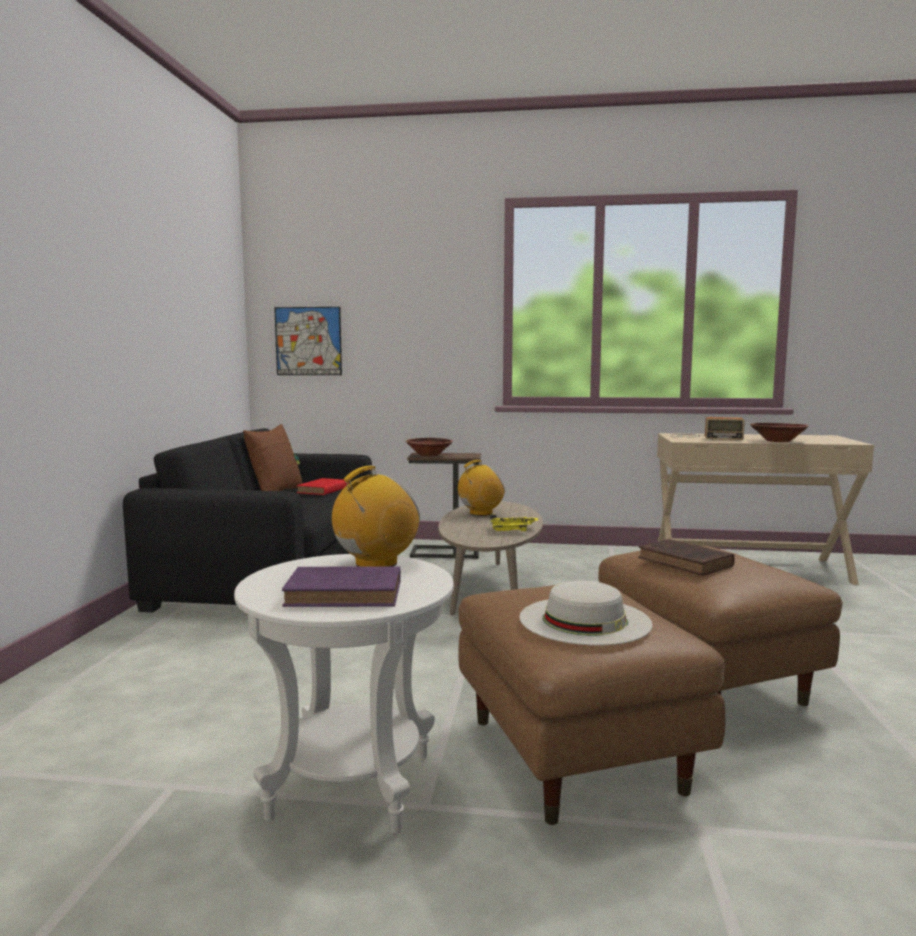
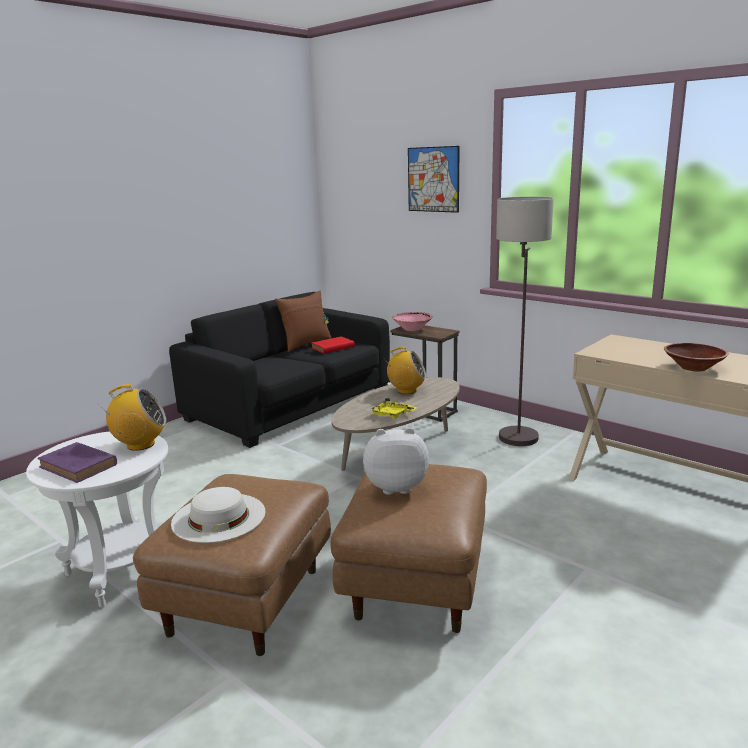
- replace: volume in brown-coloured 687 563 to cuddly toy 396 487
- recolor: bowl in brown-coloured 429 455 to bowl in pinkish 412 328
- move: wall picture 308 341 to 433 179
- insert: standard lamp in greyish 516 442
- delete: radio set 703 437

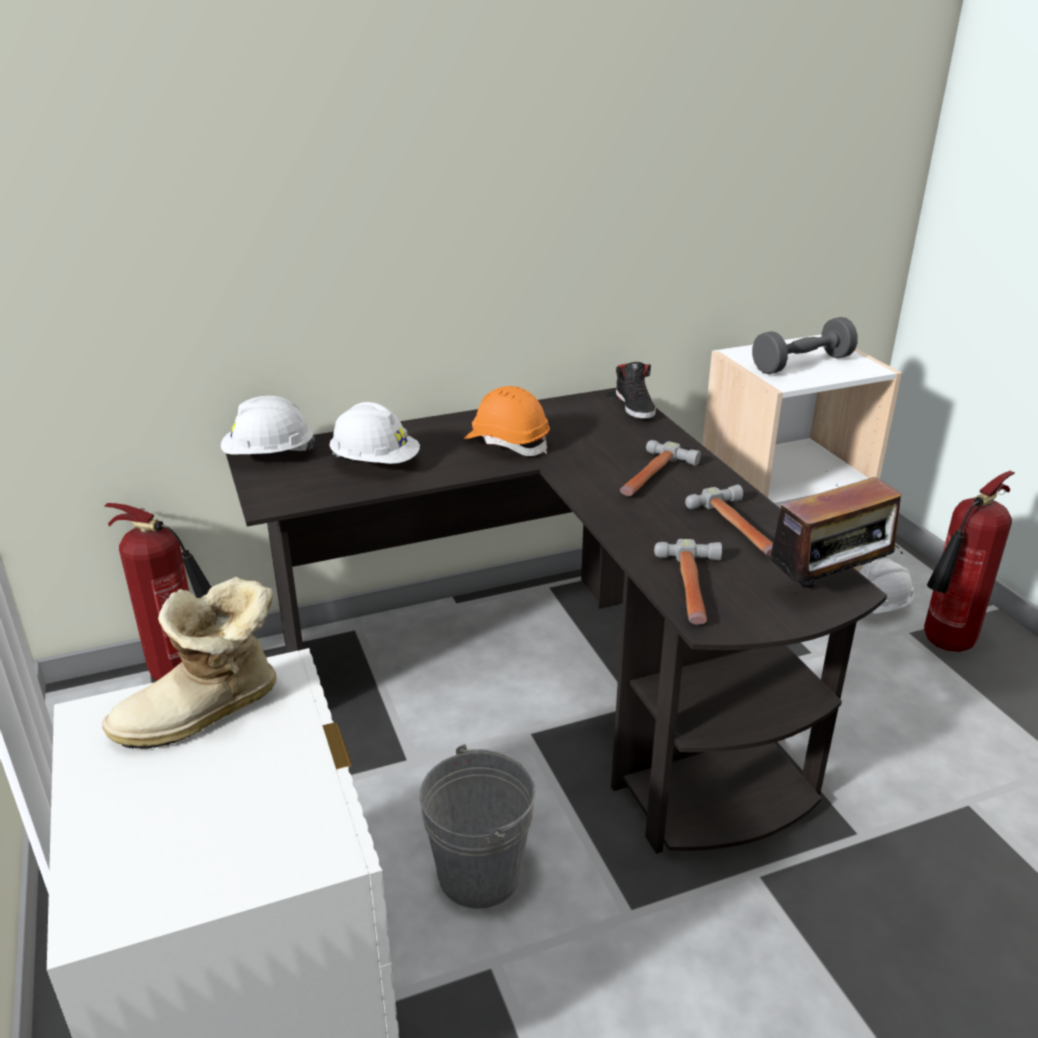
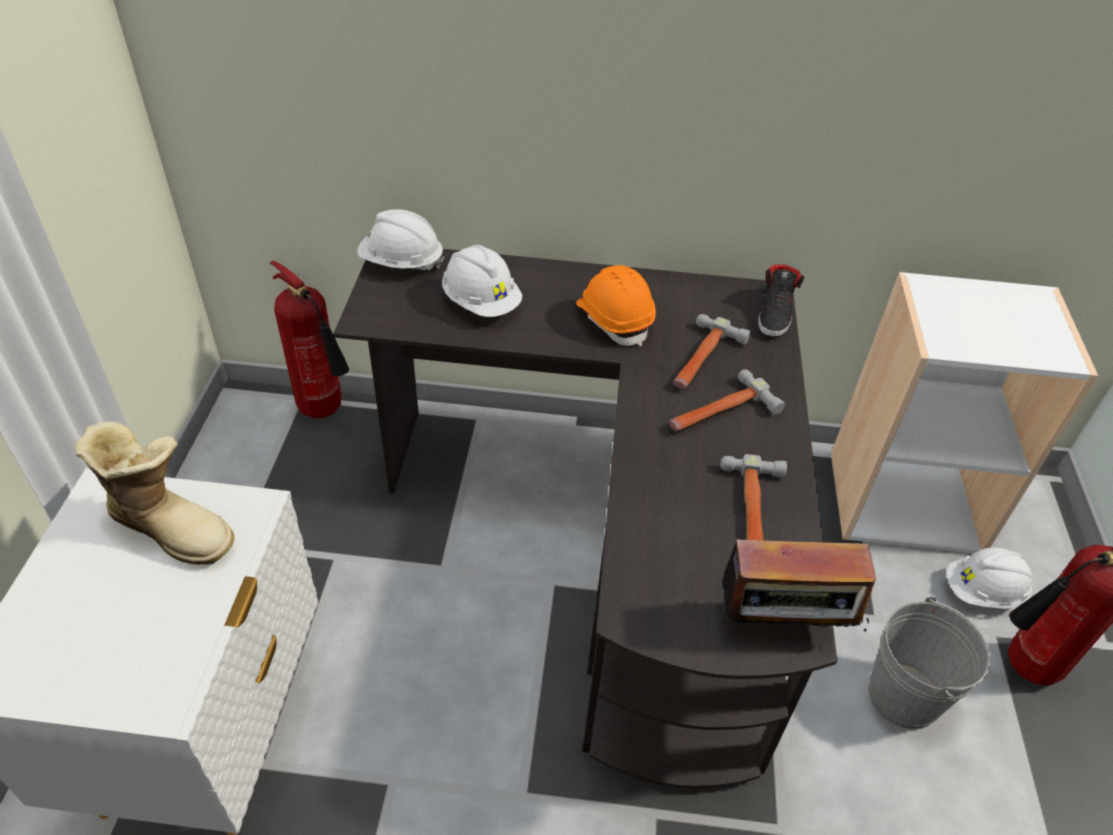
- rotate: boot 204 714 = 172 526 150 degrees counterclockwise
- move: hand hammer 692 589 to 702 359
- move: water bucket in greyish 479 874 to 904 696
- delete: dumbbell in greyish 802 364

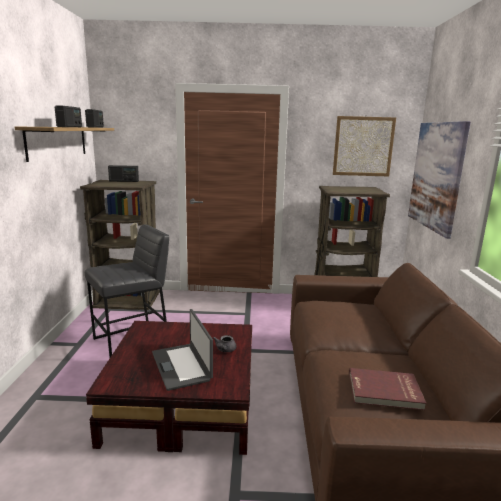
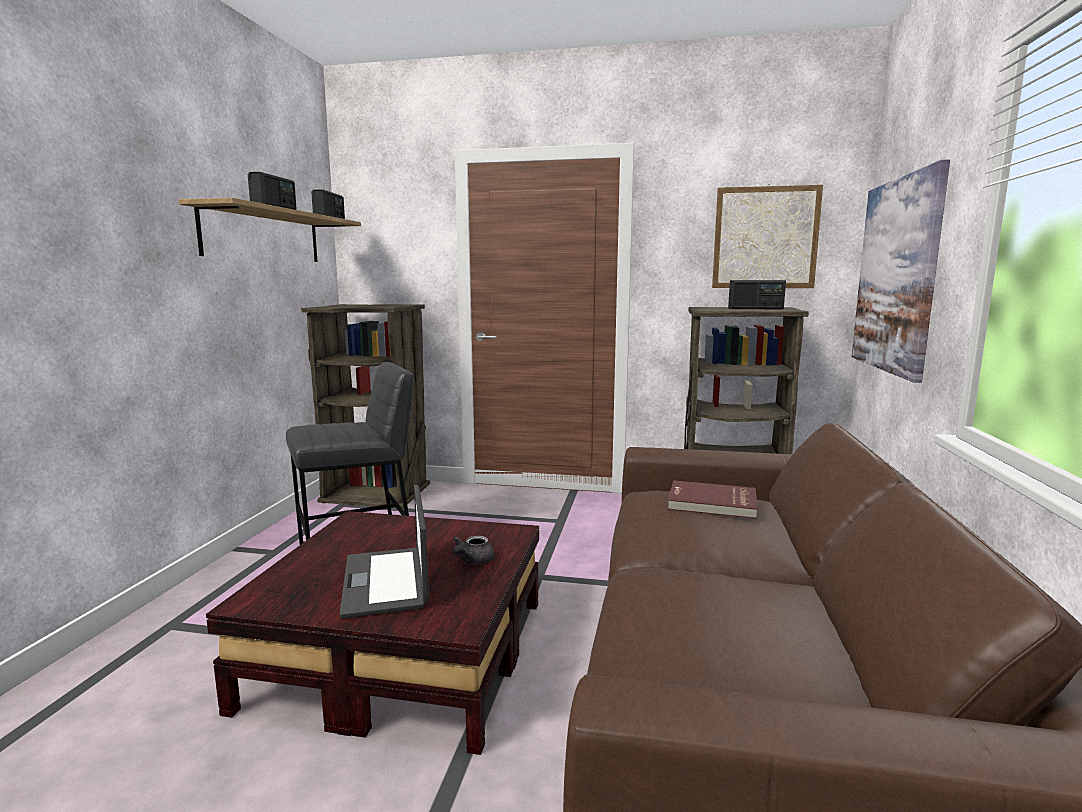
- move: volume in reddish 384 391 to 712 503
- move: radio set 124 181 to 755 309

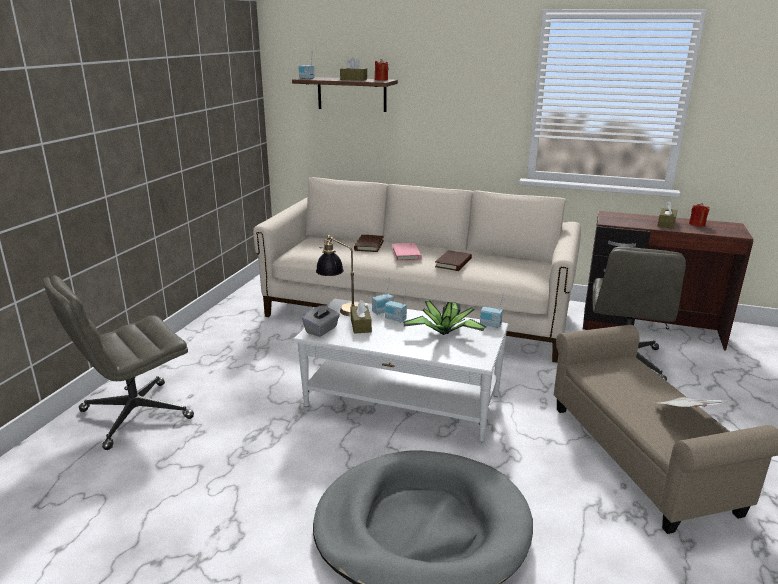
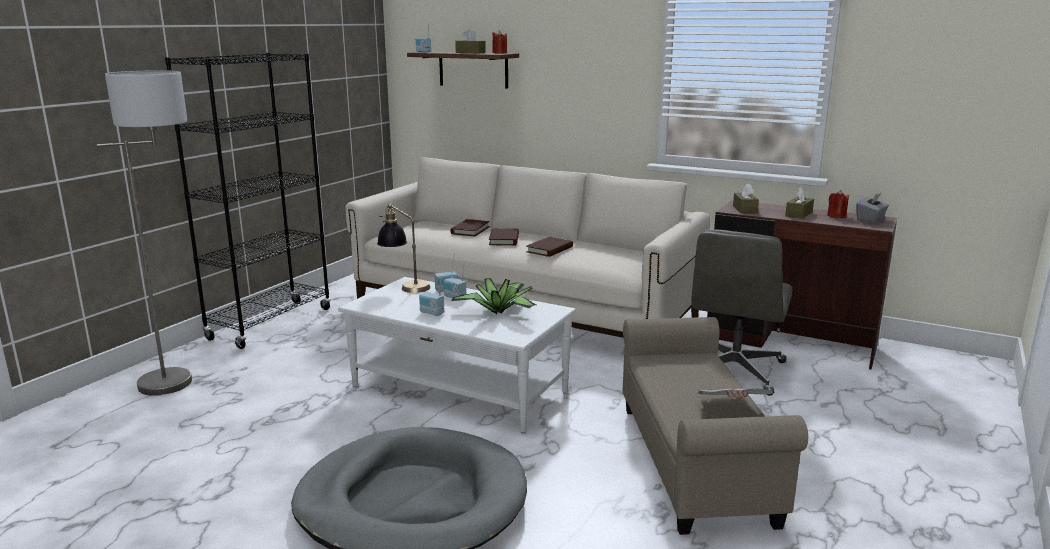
- replace: office chair in greyish 135 415 to standard lamp in greyish 181 380
- insert: bookshelf in black 270 324
- move: radio set 490 325 to 431 313
- recolor: volume in pinkish 406 254 to volume in brown-coloured 504 239
- move: box of tissues in brown-coloured 360 325 to 745 209
- move: box of tissues in greyish 322 330 to 870 219

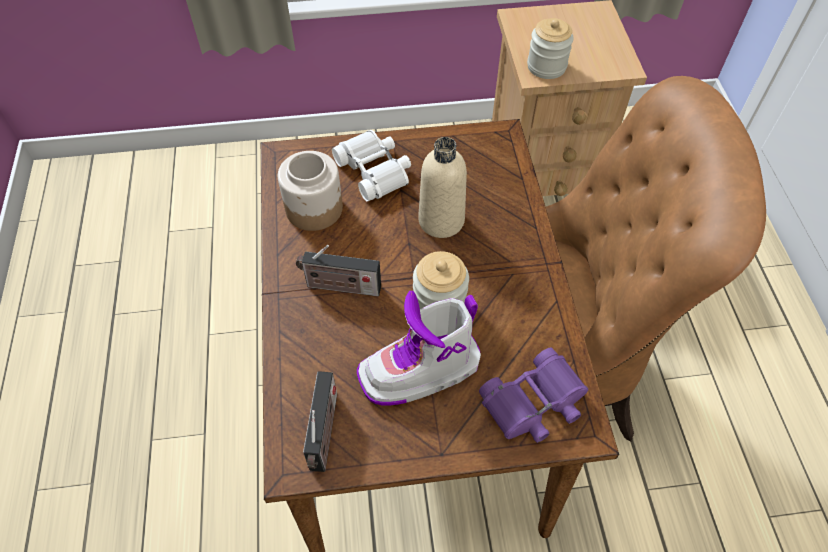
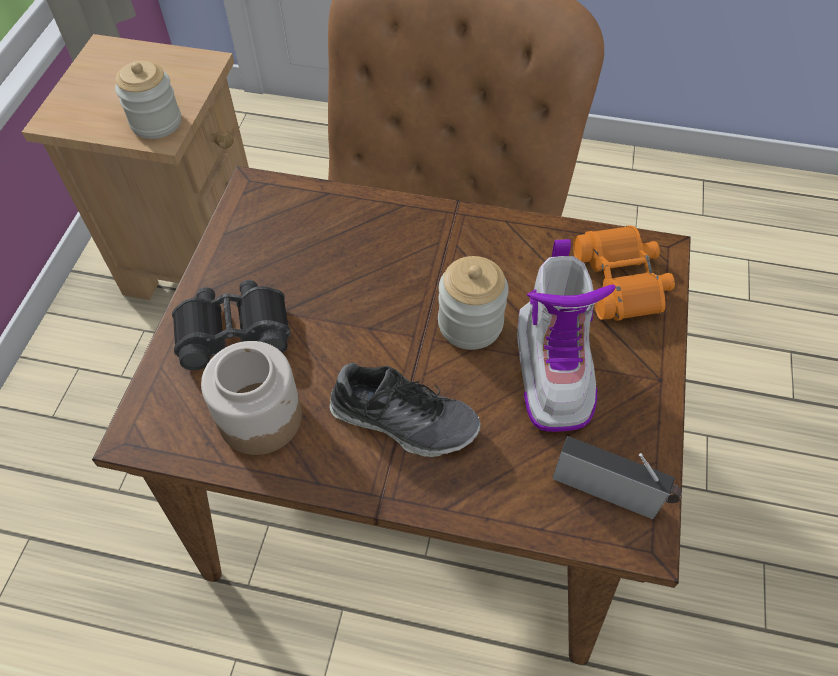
- recolor: field glasses in white 374 171 to field glasses in black 233 330
- replace: radio set 340 287 to item of footwear 404 420
- recolor: field glasses in purplish 534 403 to field glasses in orange 621 280
- delete: bottle in beige 441 220

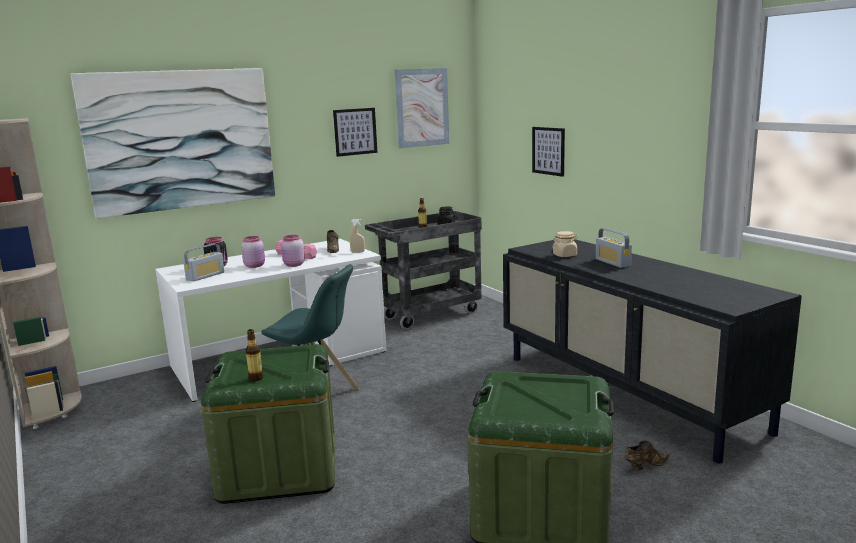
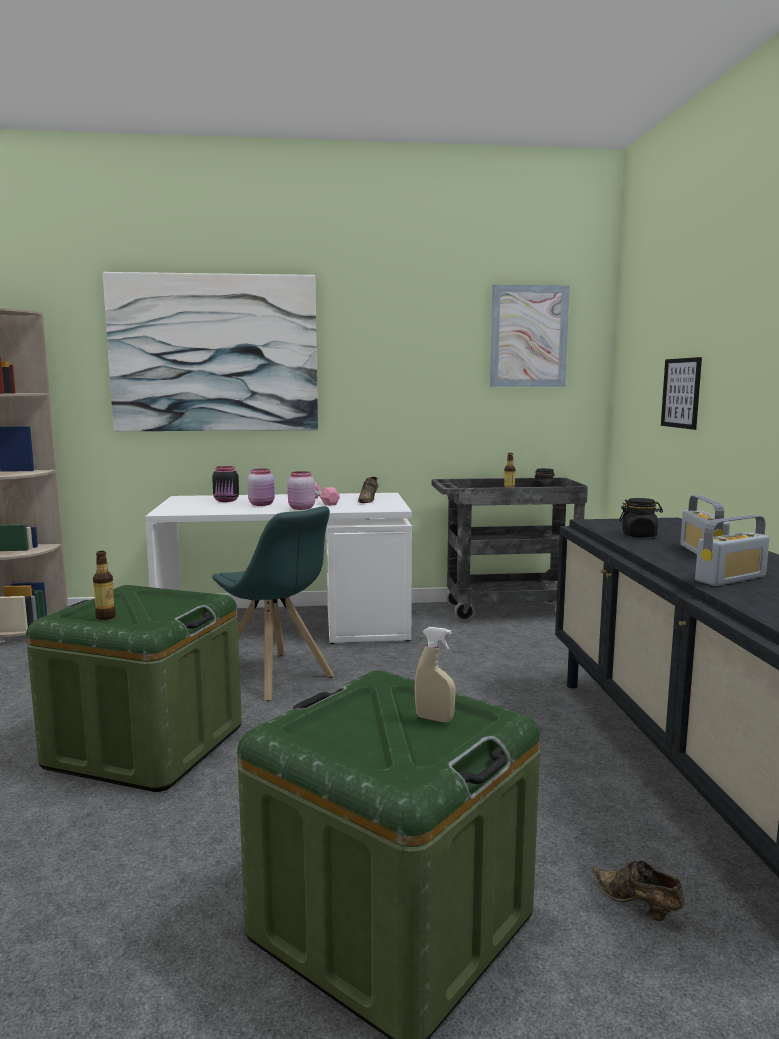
- move: hand sprayer in beige 358 252 to 434 719
- rotate: item of footwear in brown-coloured 645 465 = 637 905 135 degrees counterclockwise
- recolor: storage jar in beige 565 255 to storage jar in black 639 535
- move: radio set 205 276 to 730 578
- delete: wall picture 355 131

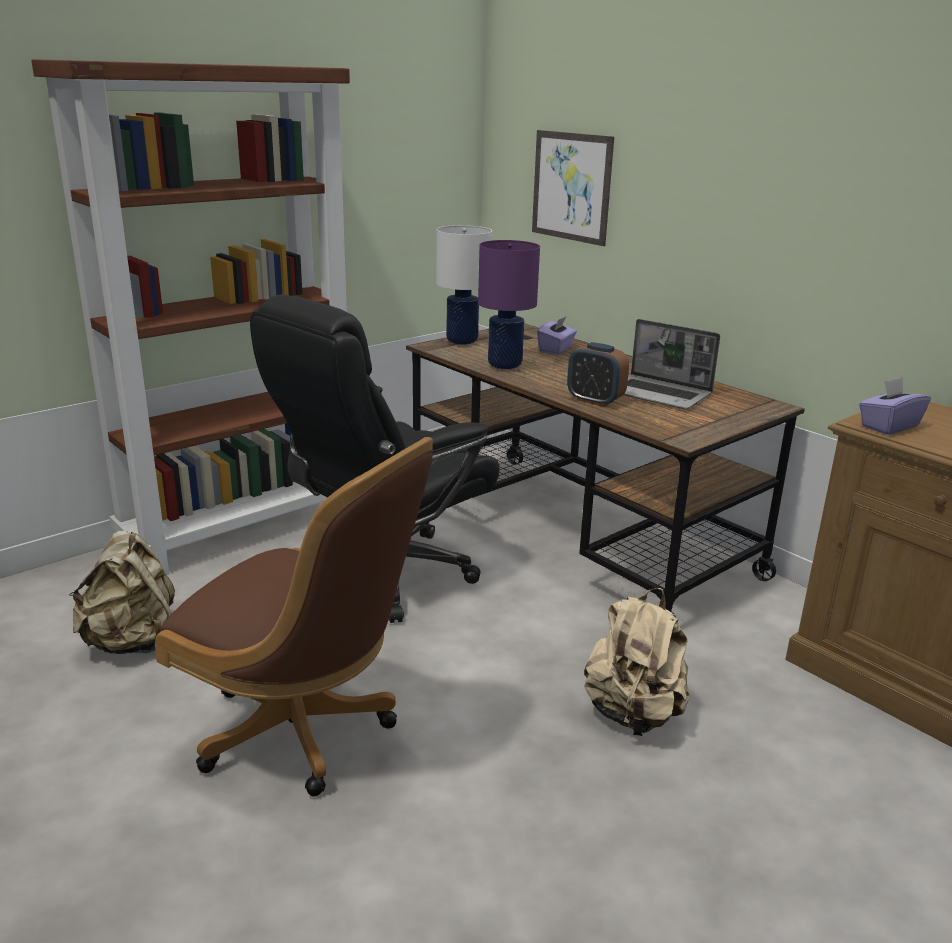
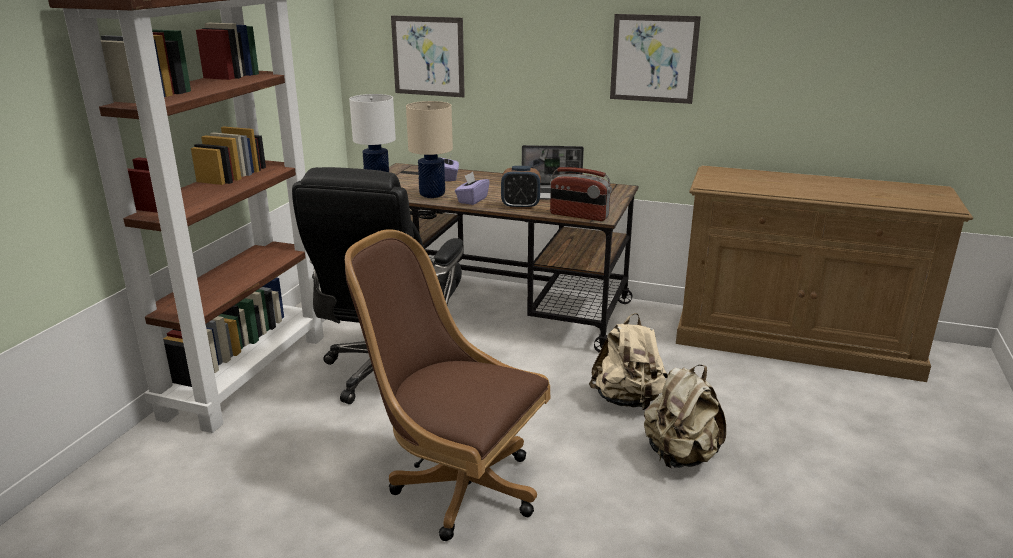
- rotate: office chair in brown-coloured 310 736 = 454 485 150 degrees counterclockwise
- recolor: tabletop lamp in purplish 505 366 to tabletop lamp in beige 432 196
- move: box of tissues in purplish 888 426 to 472 200
- insert: radio set 579 216
- insert: wall picture 653 58
- move: backpack in beige 133 643 to 680 456

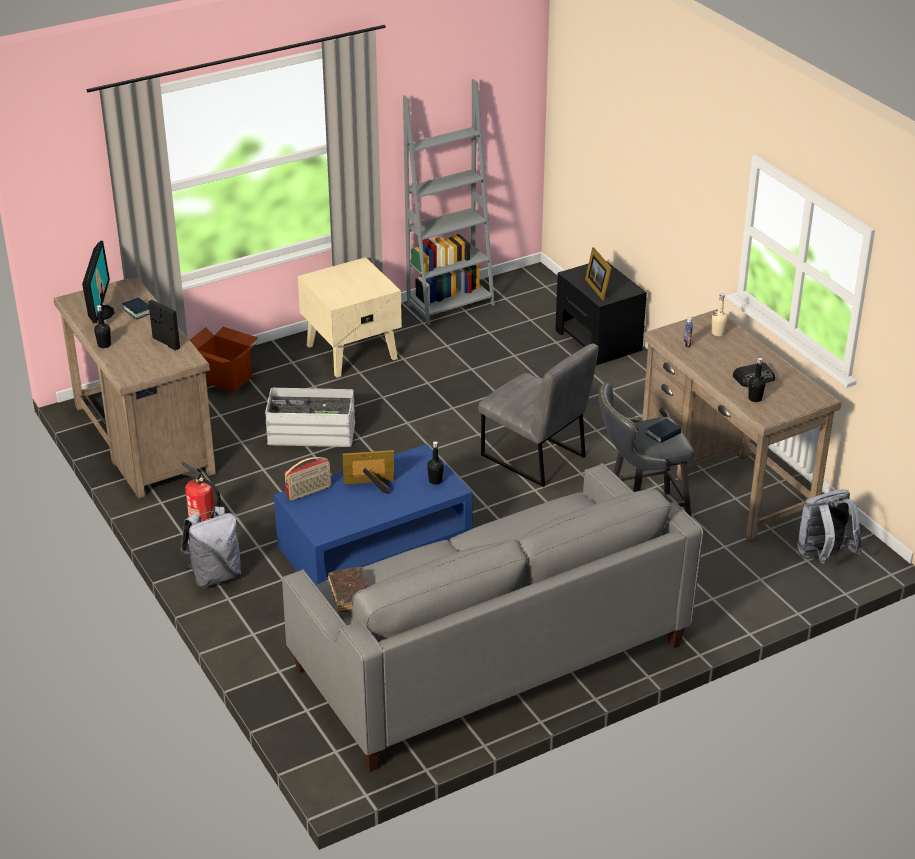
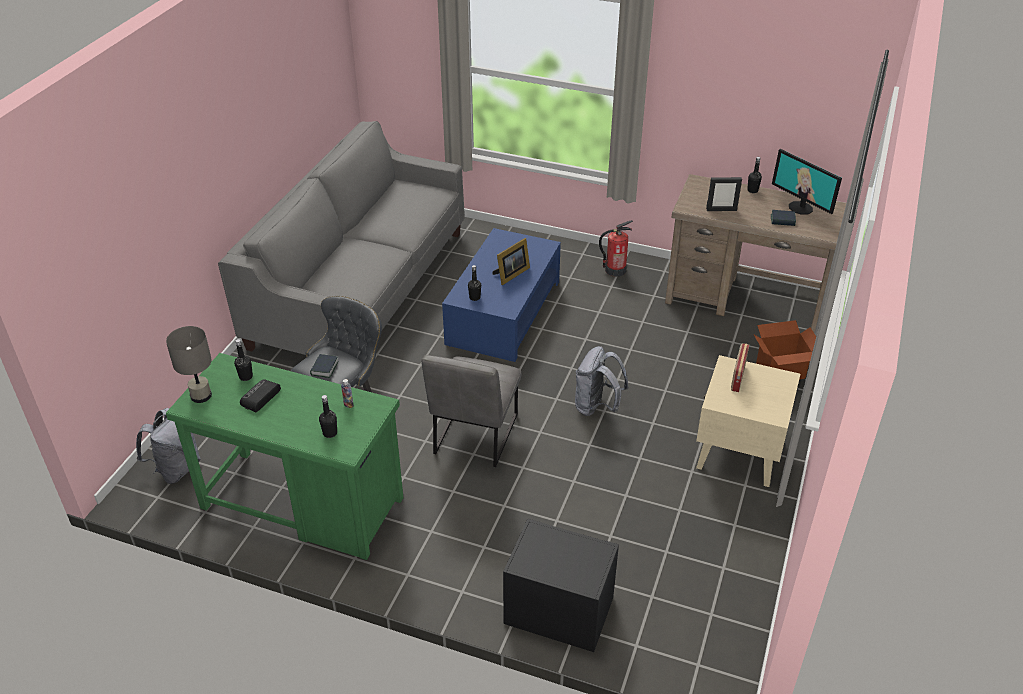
- insert: tabletop lamp in greyish 201 395
- recolor: desk unit in brown-coloured 727 478 to desk unit in green 301 504
- recolor: bottle in beige 718 333 to bottle in black 330 433
- rotate: upright chair in greyish 535 457 = 474 435 75 degrees counterclockwise
- move: backpack in greyish 215 575 to 597 407
- move: radio set 309 492 to 737 378
- delete: storage bin in greyish 311 433
- delete: volume in brown-coloured 350 594
- delete: bookshelf in greyish 450 304
- delete: photo frame 599 288

